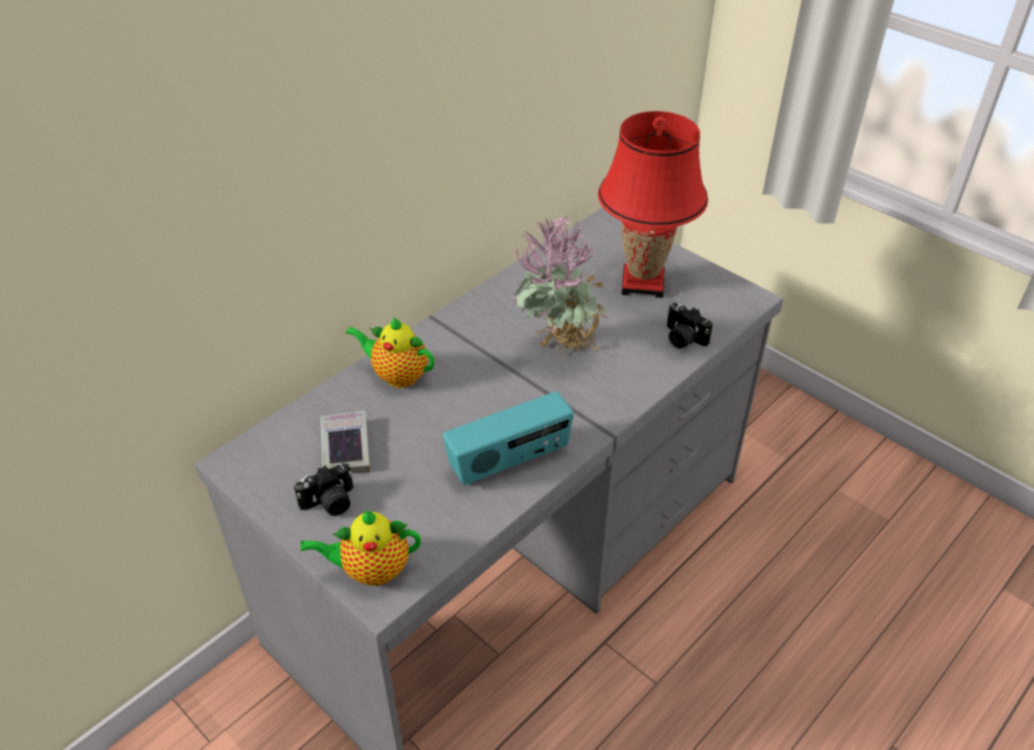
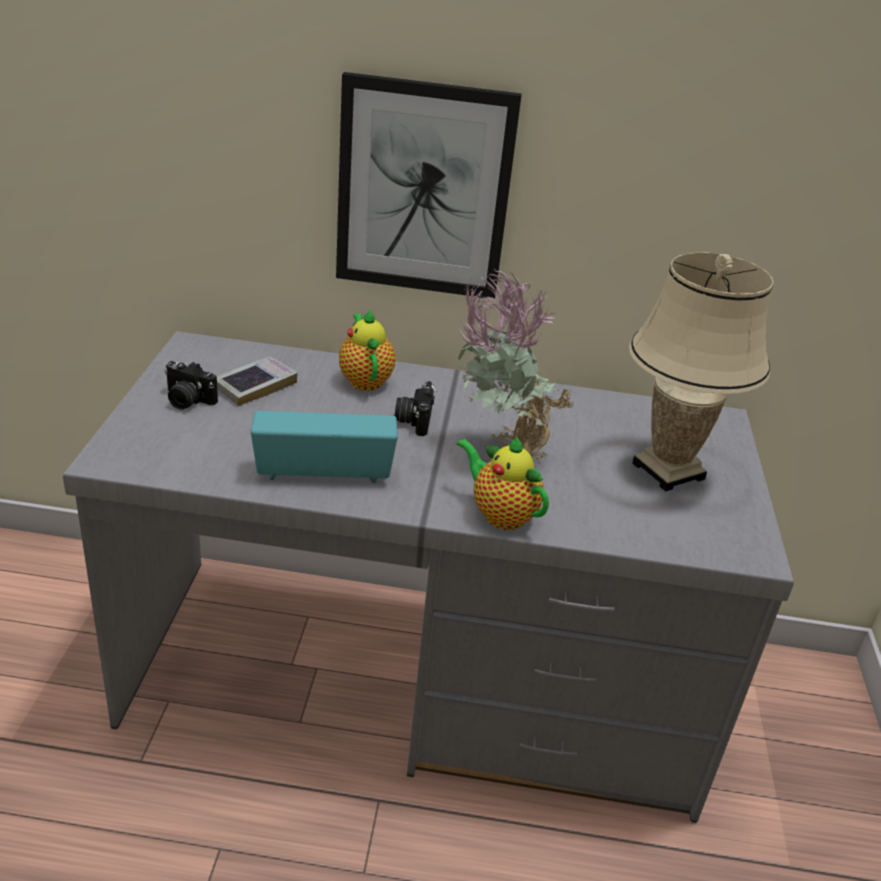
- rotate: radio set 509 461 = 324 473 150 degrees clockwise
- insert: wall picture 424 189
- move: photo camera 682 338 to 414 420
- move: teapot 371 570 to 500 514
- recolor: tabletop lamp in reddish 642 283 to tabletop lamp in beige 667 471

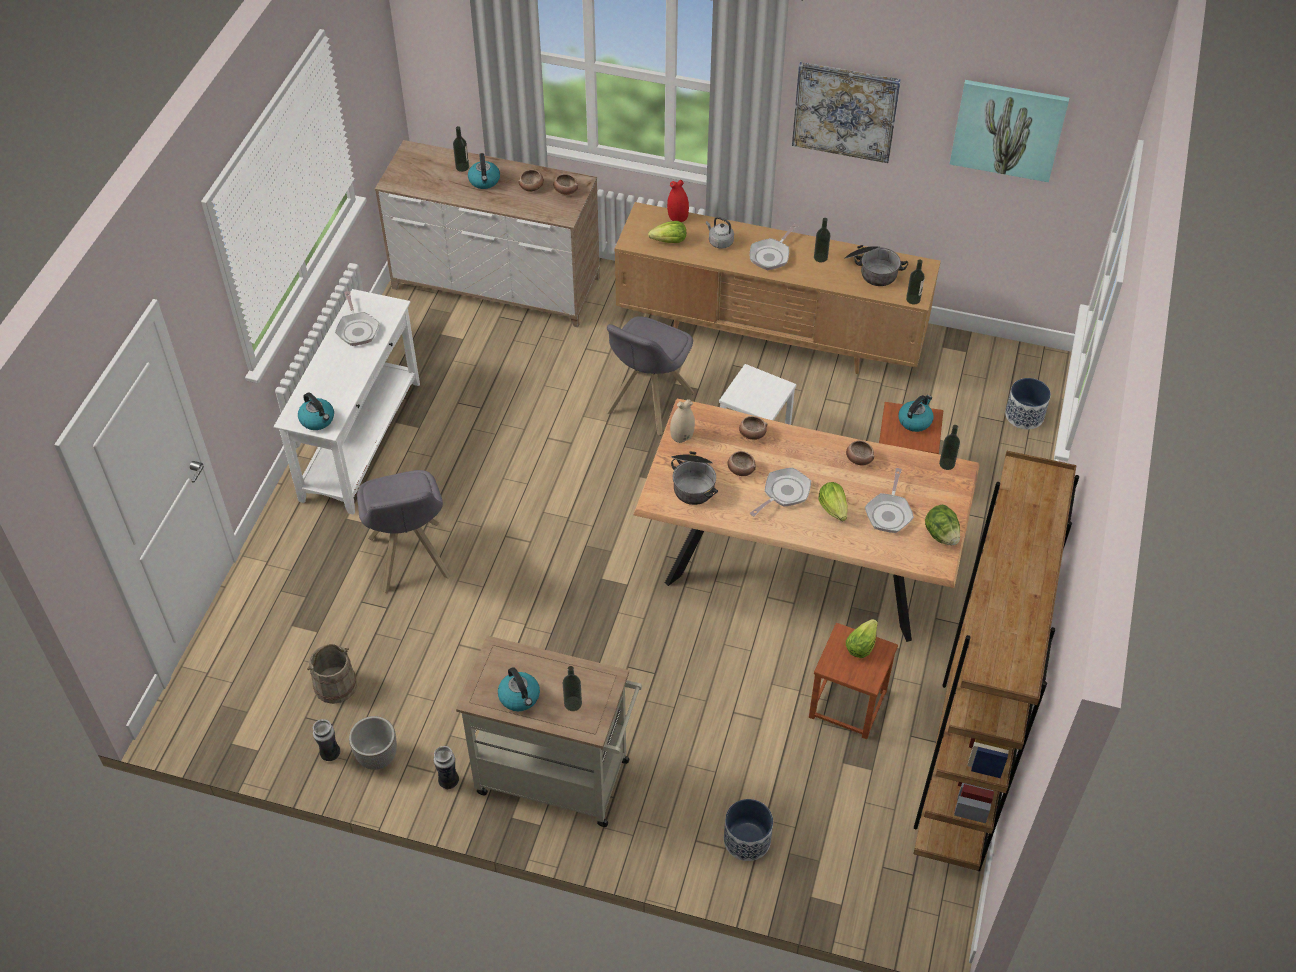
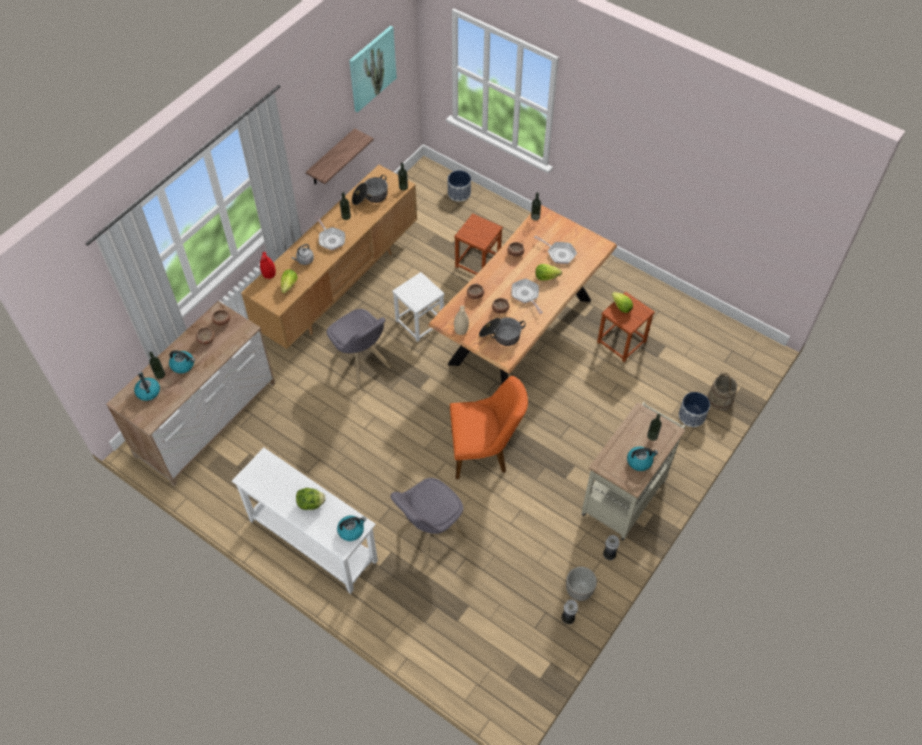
- move: tea kettle 915 420 to 148 391
- move: lettuce 941 535 to 311 503
- insert: wall shelf 331 158
- rotate: upright chair in greyish 410 557 = 429 534 135 degrees clockwise
- insert: upright chair in orange 485 452
- move: water bucket in beige 335 685 to 720 399
- delete: frying pan 357 329
- delete: wall picture 845 111
- delete: bookshelf in brown-coloured 963 763

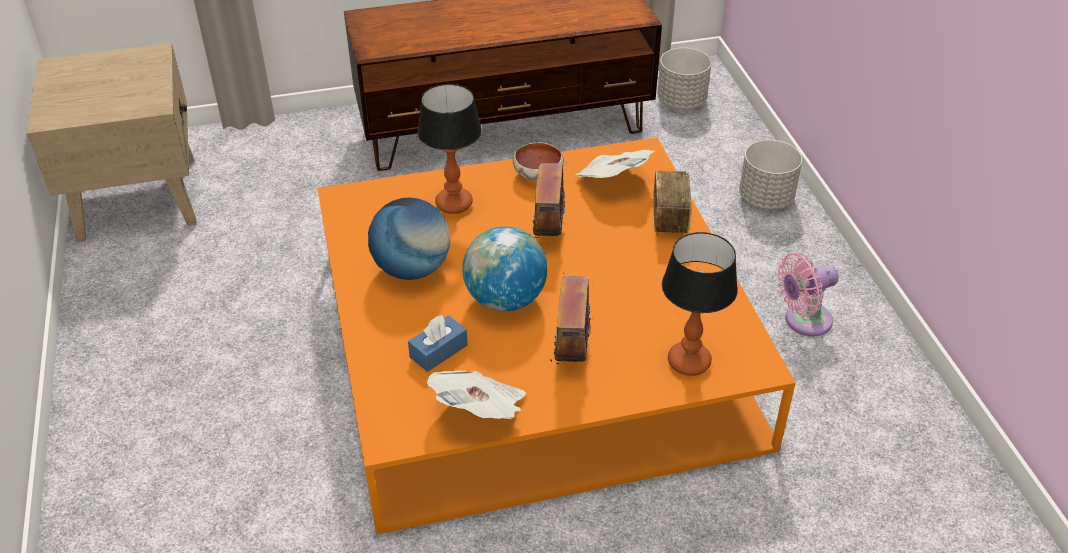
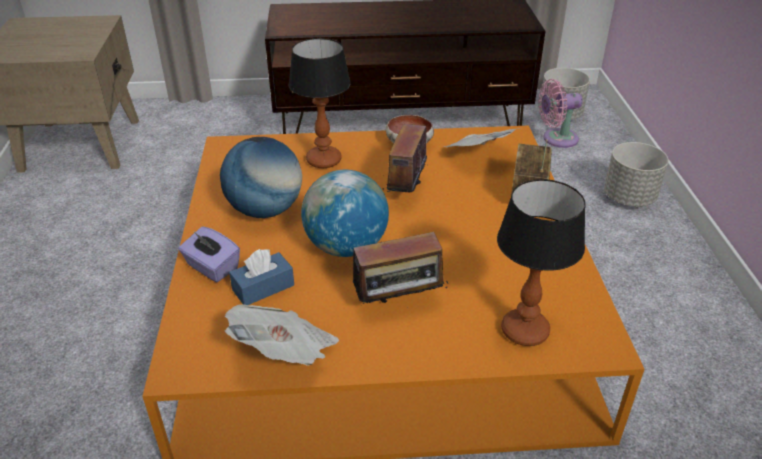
- insert: box of tissues in purplish 212 267
- rotate: radio set 570 350 = 399 303 120 degrees counterclockwise
- move: fan in pinkish 803 321 to 556 139

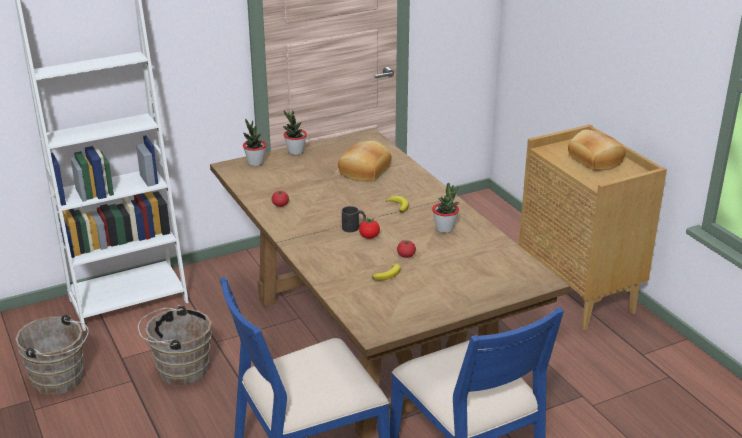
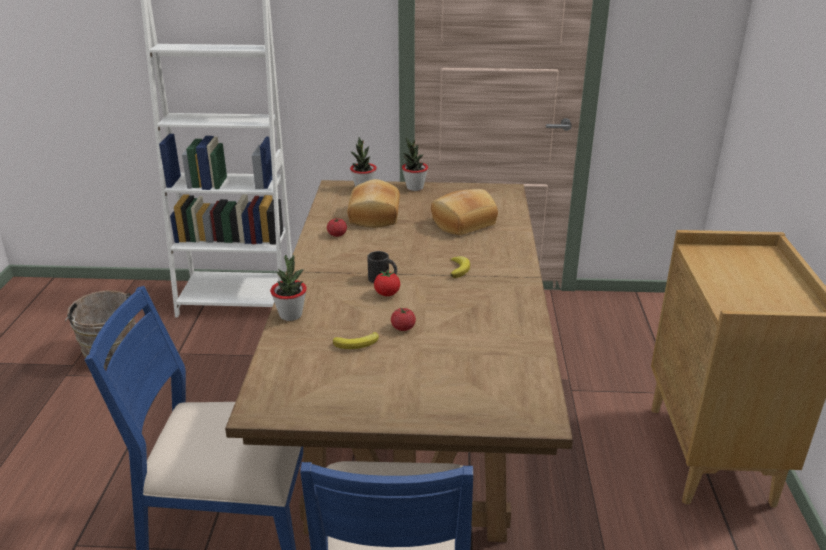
- move: potted plant 444 228 to 291 315
- move: bread 594 160 to 373 216
- delete: water bucket in brown-coloured 179 370

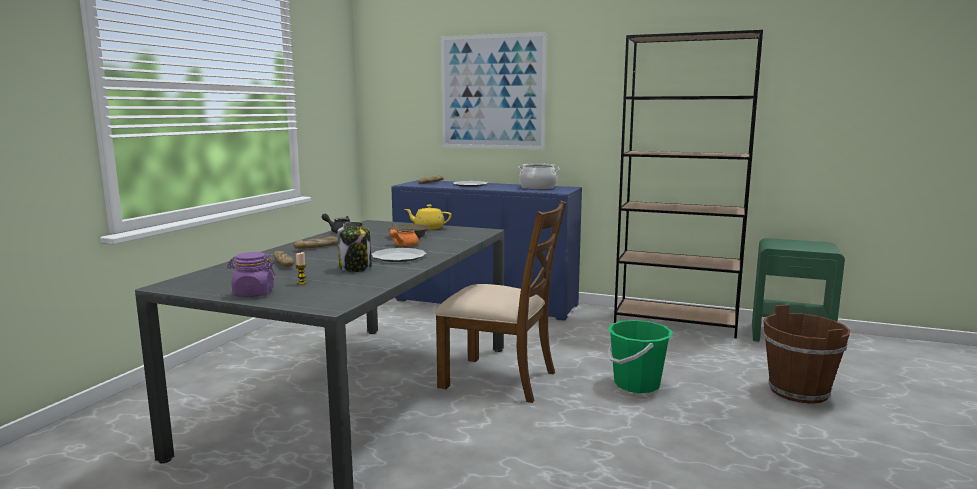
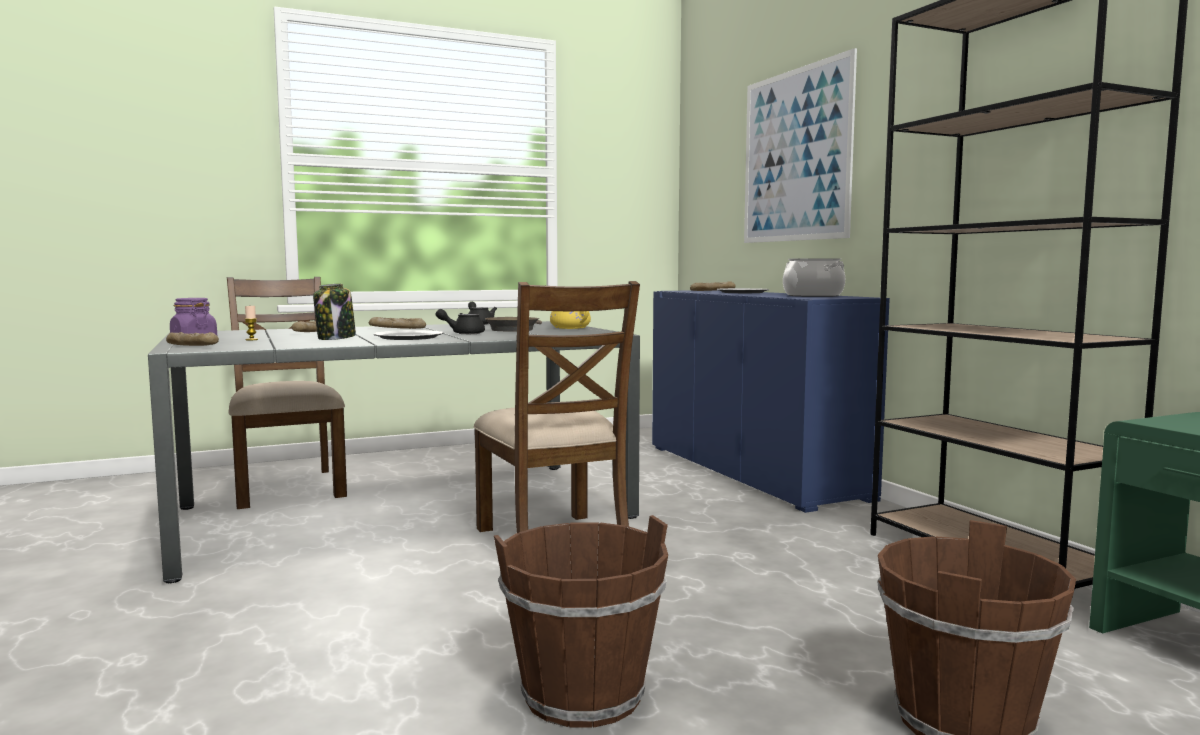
- insert: bread 192 346
- insert: upright chair in brown-coloured 288 487
- recolor: teapot in orange 403 246 to teapot in black 463 333
- insert: water bucket in brown-coloured 583 696
- delete: water bucket in green 636 384

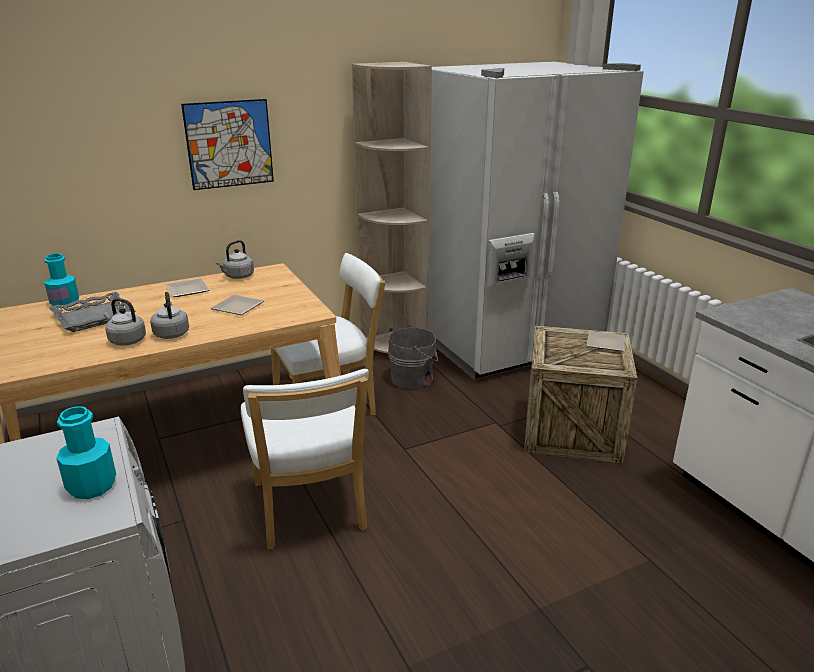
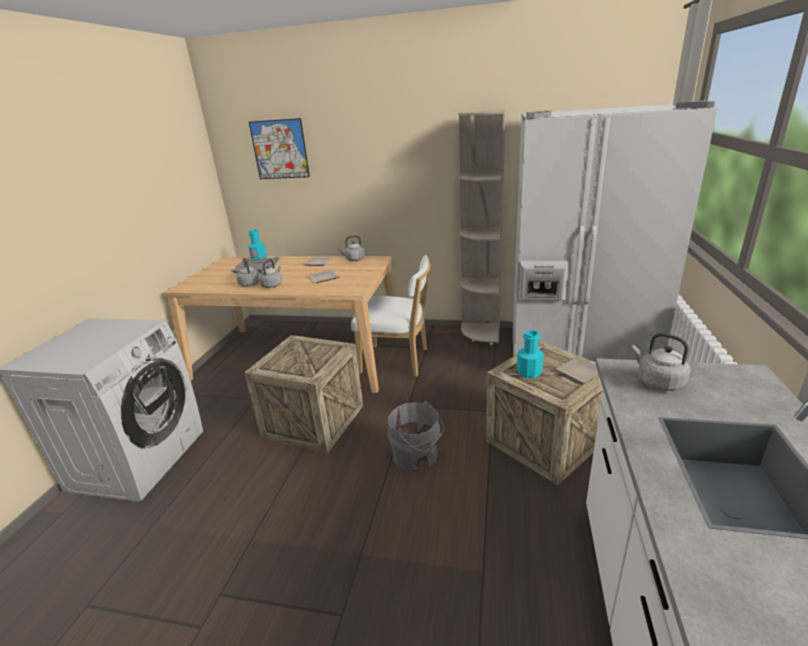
- replace: upright chair in white 310 511 to packing crate 314 421
- move: wall picture 229 144 to 280 149
- move: water bucket in greyish 414 378 to 417 456
- move: bottle in turquoise 92 486 to 529 372
- insert: tea kettle in greyish 657 382

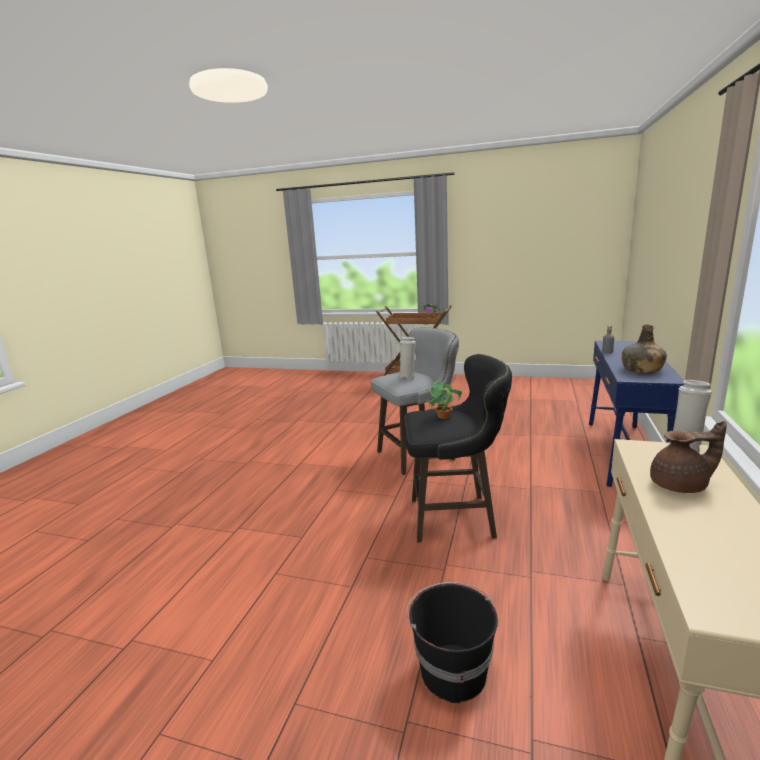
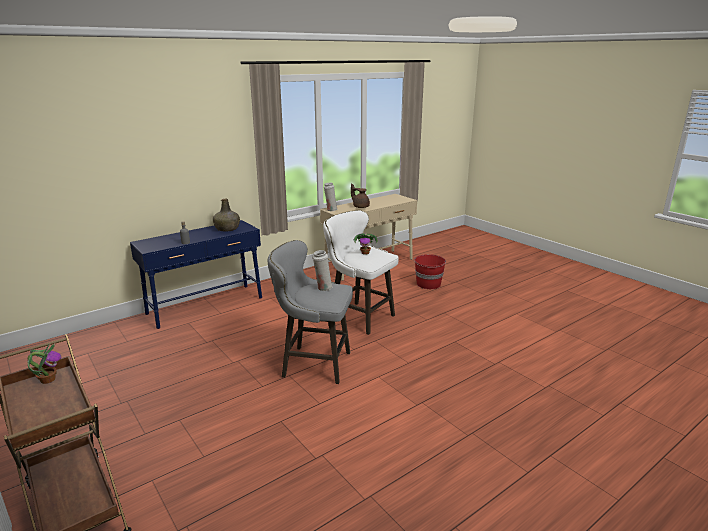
- recolor: sitting stool in black 456 517 to sitting stool in white 359 317
- recolor: water bucket in black 452 670 to water bucket in reddish 428 284

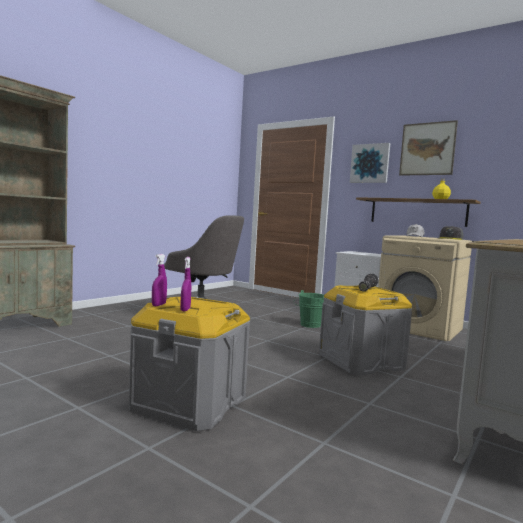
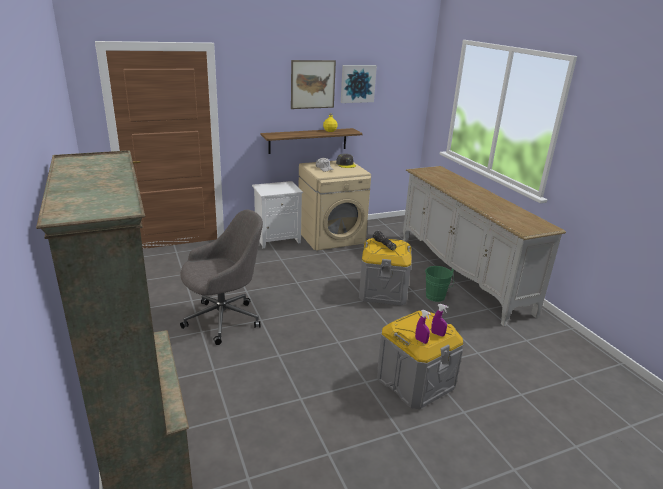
- move: wall picture 370 163 to 357 83
- move: water bucket in green 308 325 to 436 298

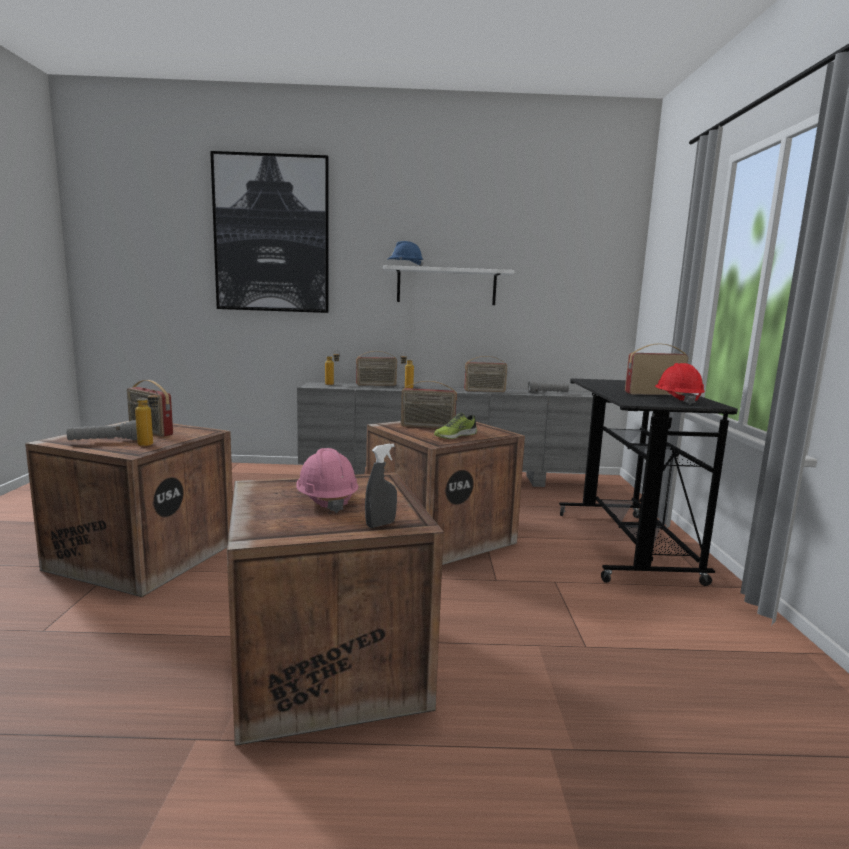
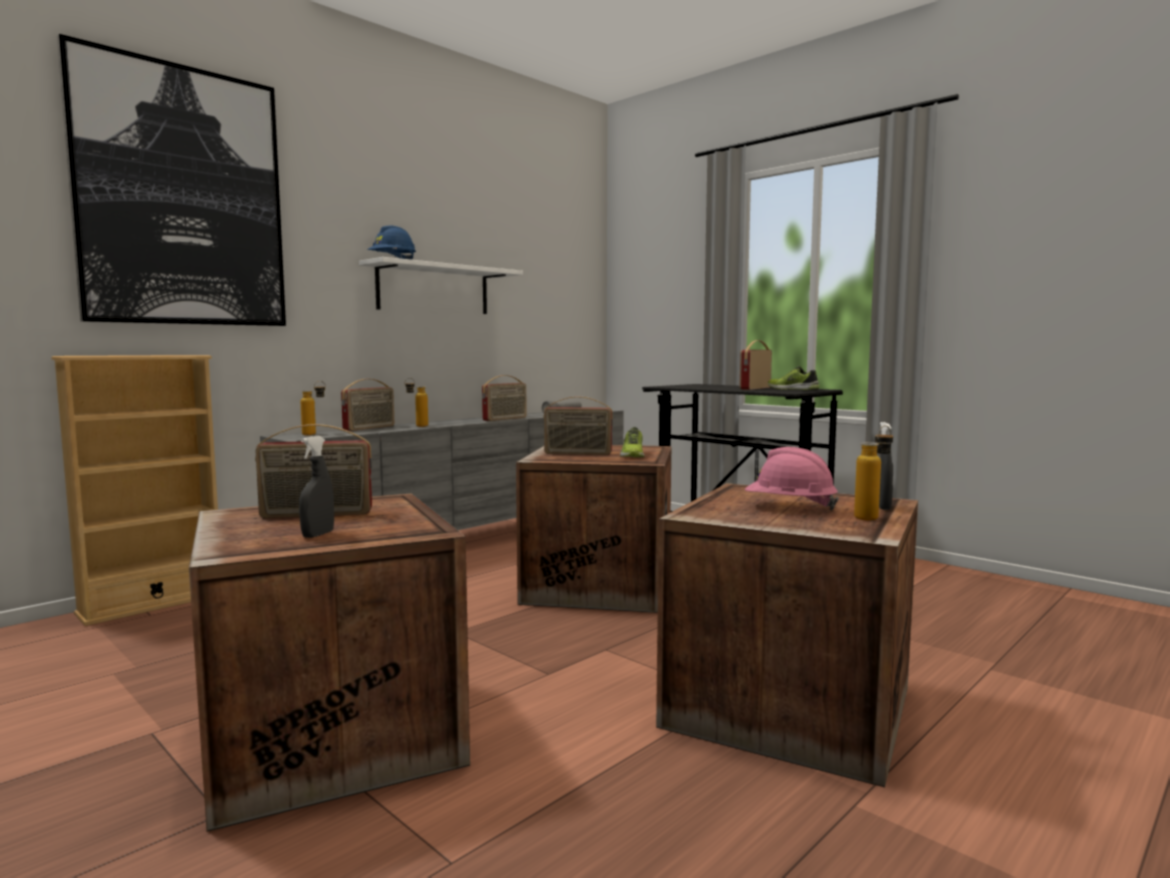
- insert: bookshelf in beige 153 604
- replace: flashlight in greyish 105 441 to hand sprayer in greyish 318 534
- rotate: radio set 427 427 = 577 454 45 degrees clockwise
- replace: work helmet in reddish 677 400 to item of footwear 793 389
- move: bottle 150 445 to 872 517

